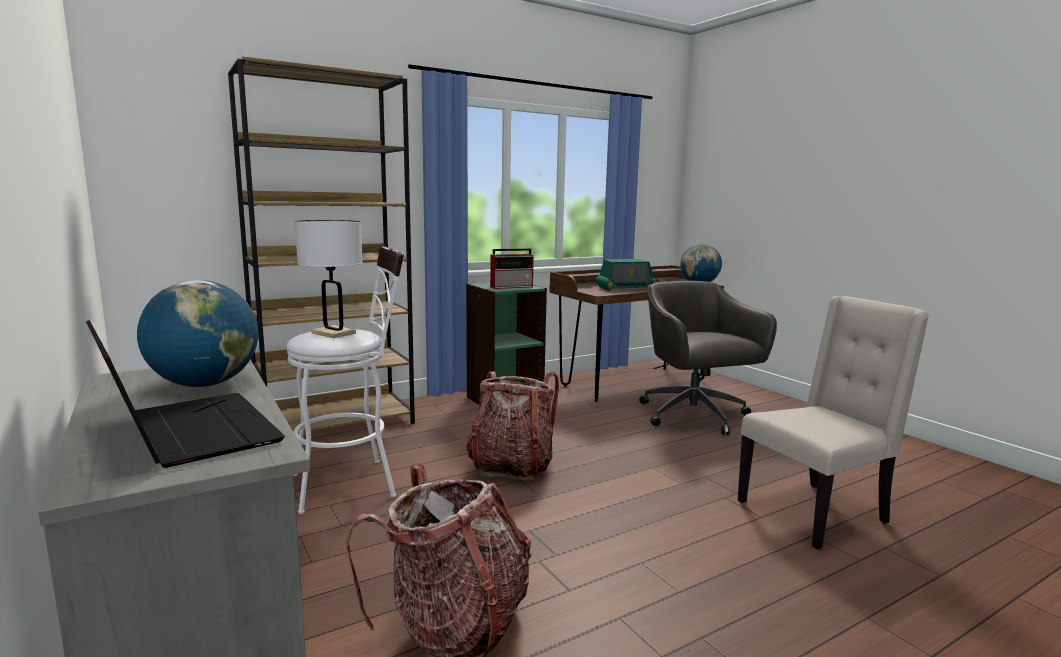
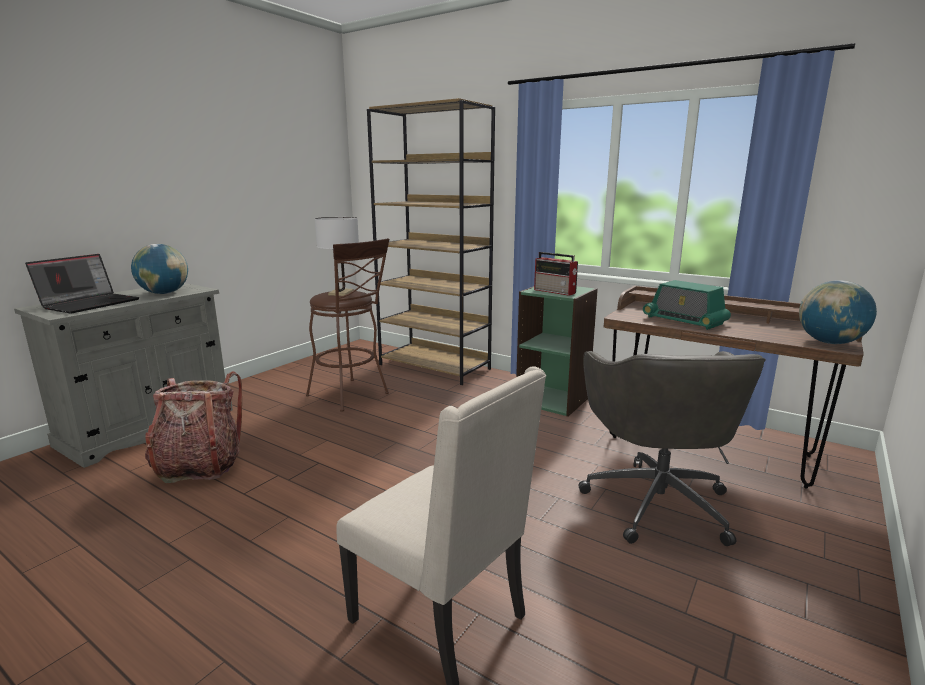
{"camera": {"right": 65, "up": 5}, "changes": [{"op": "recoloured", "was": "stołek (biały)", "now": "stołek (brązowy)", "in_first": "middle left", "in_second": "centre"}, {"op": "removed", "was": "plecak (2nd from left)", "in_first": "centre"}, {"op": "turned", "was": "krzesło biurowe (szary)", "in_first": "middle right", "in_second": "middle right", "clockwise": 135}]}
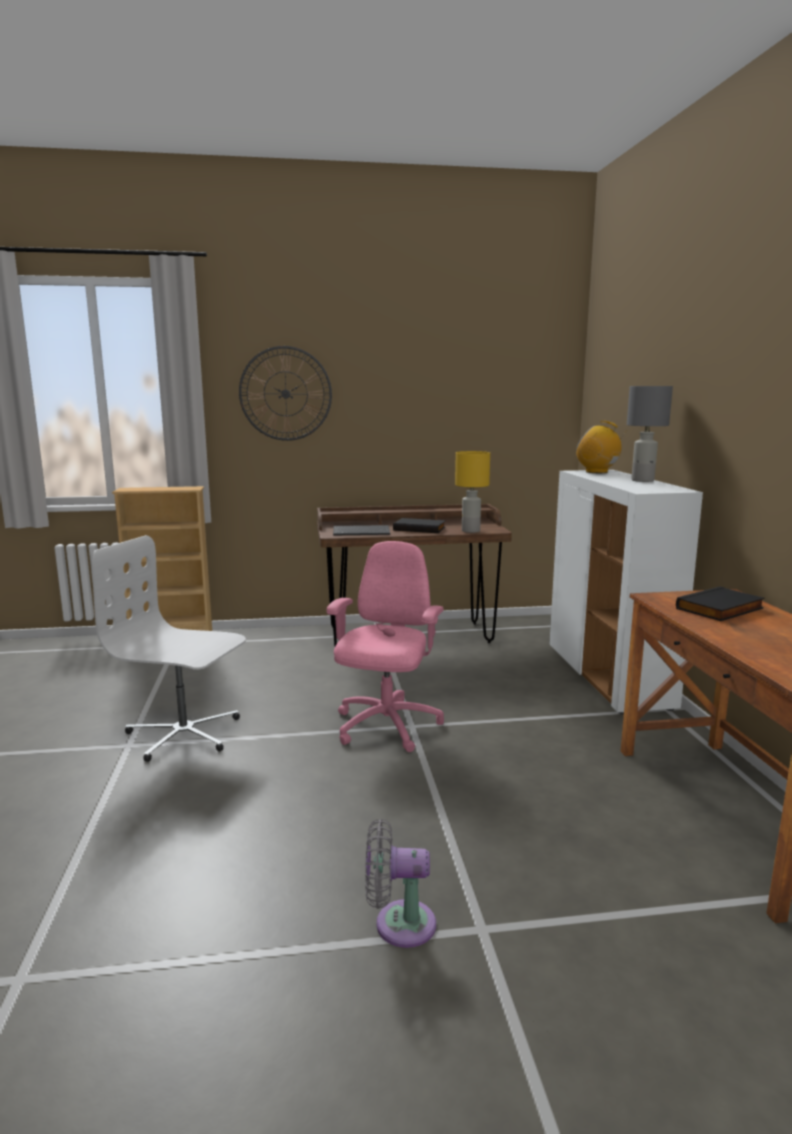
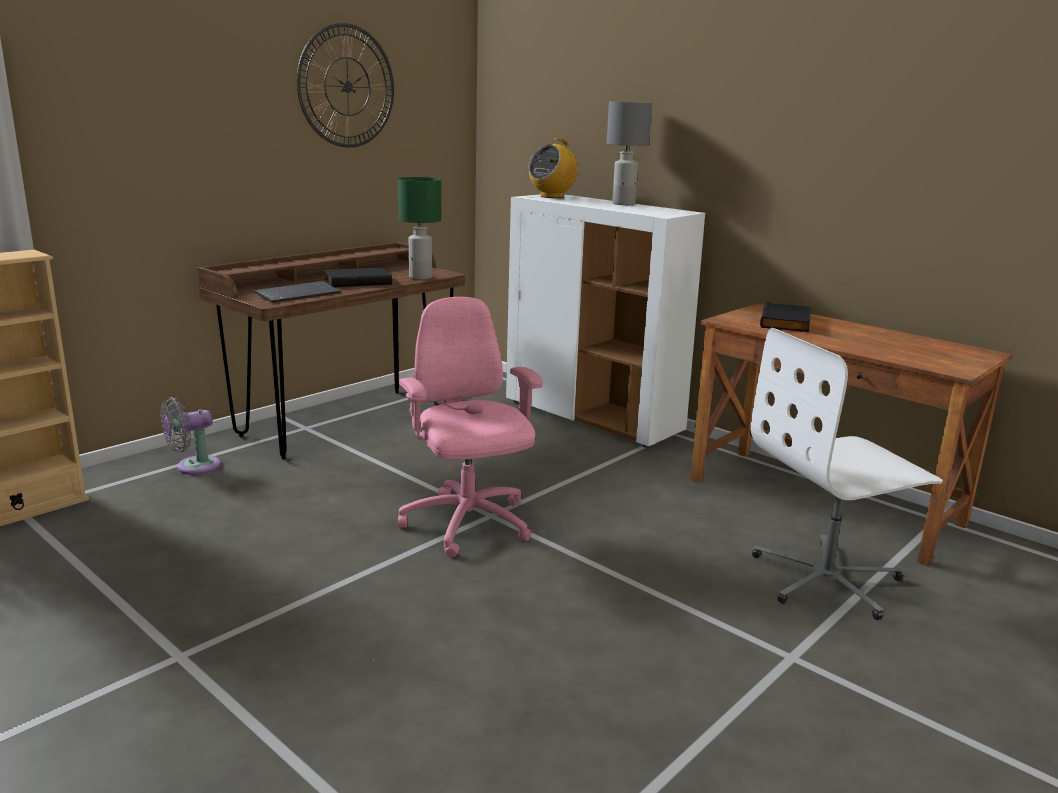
{"camera": {"right": -40, "up": 5}, "changes": [{"op": "moved", "was": "krzesło biurowe (biały)", "in_first": "middle left", "in_second": "middle right"}, {"op": "moved", "was": "zegar ścienny", "in_first": "centre", "in_second": "top left"}, {"op": "moved", "was": "wentylator (szary)", "in_first": "bottom centre", "in_second": "middle left"}, {"op": "recoloured", "was": "lampa stołowa (żółty)", "now": "lampa stołowa (zielony)", "in_first": "centre", "in_second": "top centre"}, {"op": "turned", "was": "radio", "in_first": "middle right", "in_second": "top centre", "clockwise": -45}]}
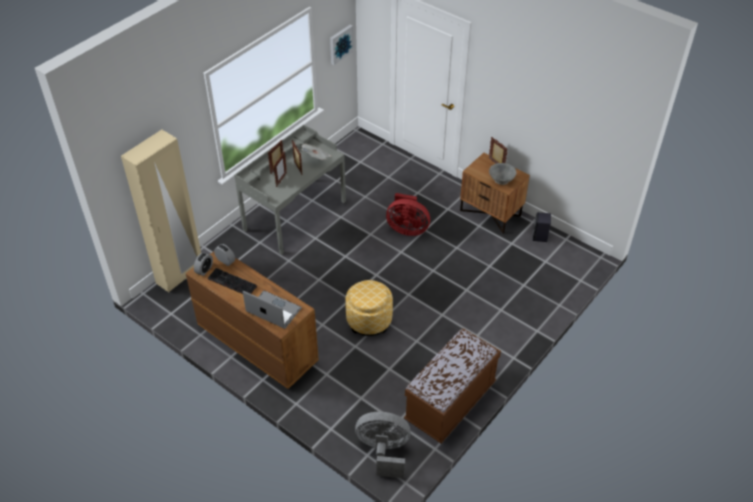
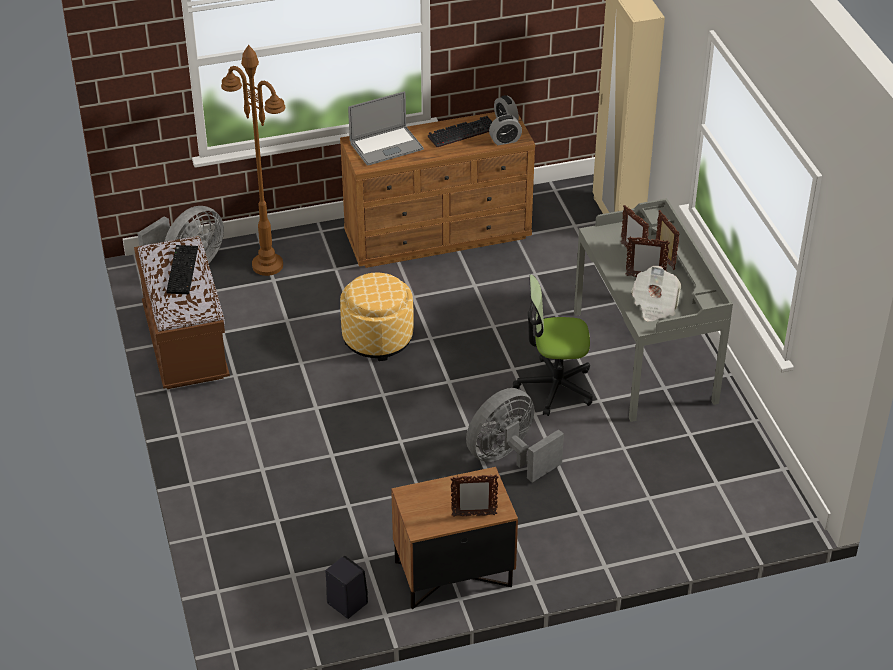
{"camera": {"right": 125, "up": -5}, "changes": [{"op": "removed", "was": "obraz", "in_first": "top centre"}, {"op": "recoloured", "was": "wentylator (czerwony)", "now": "wentylator (szary) (2nd from left)", "in_first": "centre", "in_second": "centre"}, {"op": "removed", "was": "miska (szary)", "in_first": "middle right"}, {"op": "added", "now": "klawiatura (1st from left)", "in_second": "middle left"}, {"op": "added", "now": "lampa stojąca (brązowy)", "in_second": "top left"}, {"op": "added", "now": "krzesło biurowe", "in_second": "centre"}]}
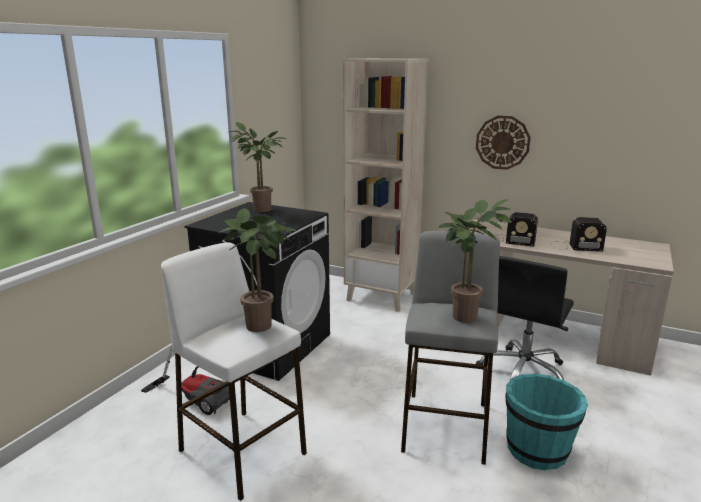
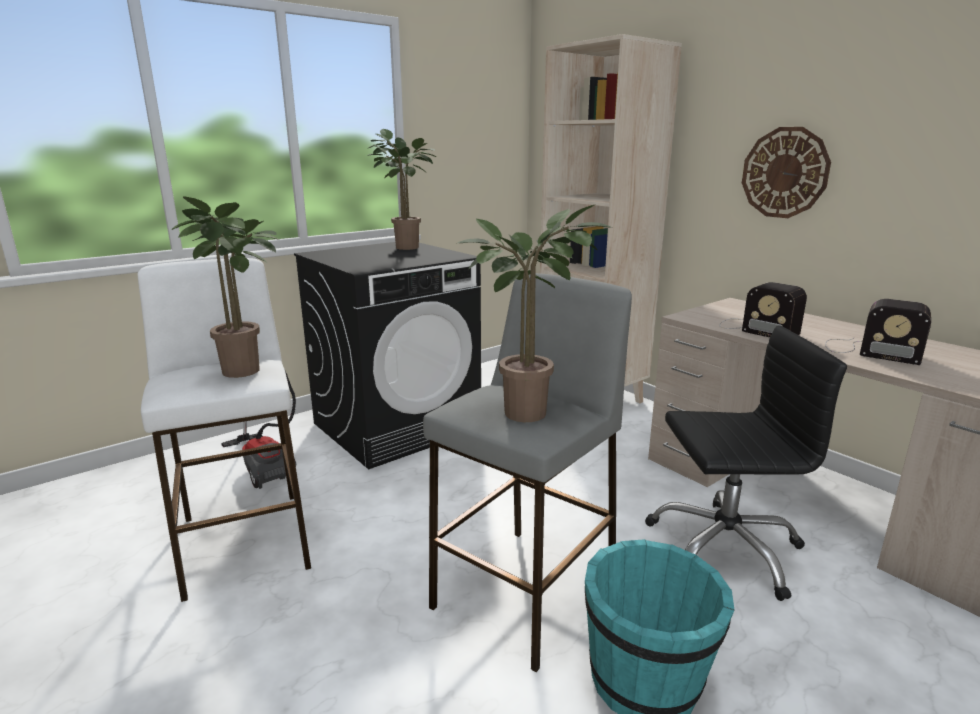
{"camera": {"right": 25, "up": 0}, "changes": [{"op": "turned", "was": "krzesło biurowe (czarny)", "in_first": "middle right", "in_second": "middle right", "clockwise": -150}]}
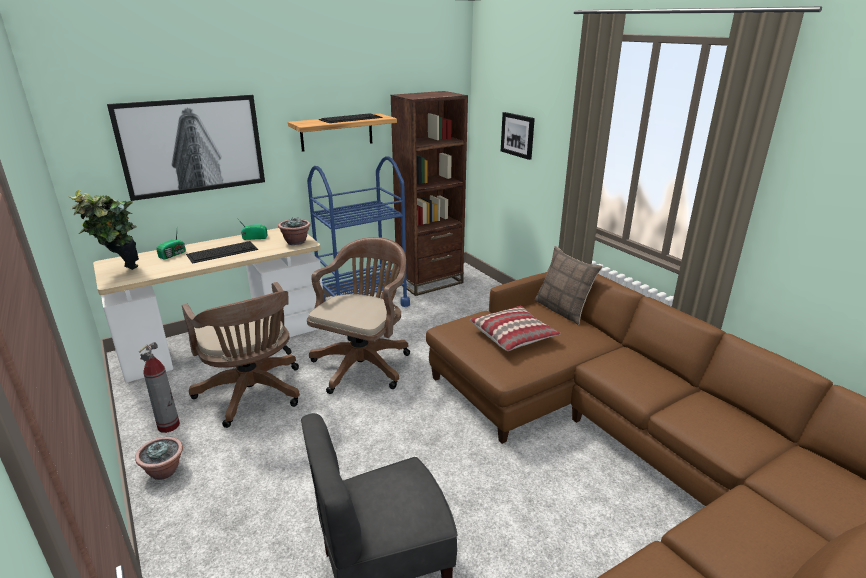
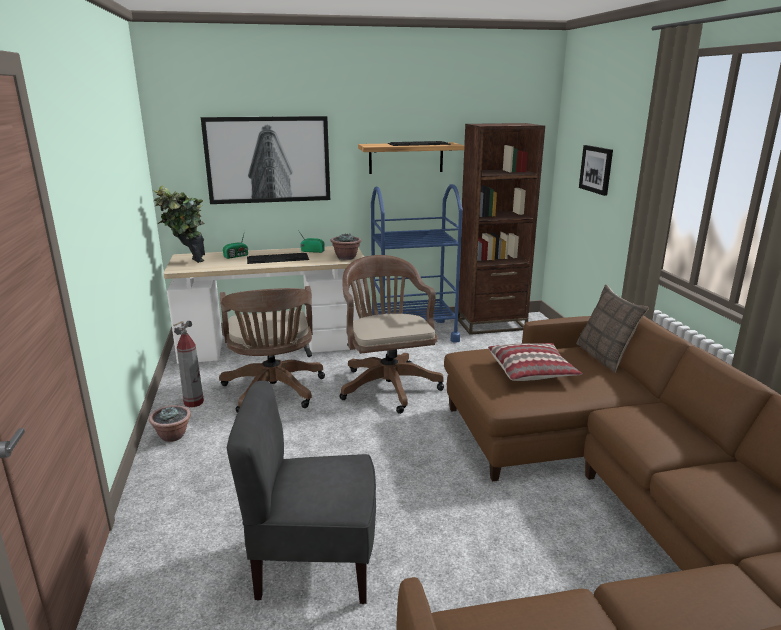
{"camera": {"right": 20, "up": -5}, "changes": [{"op": "turned", "was": "krzesło biurowe (brązowy) (2nd from left)", "in_first": "centre", "in_second": "centre", "clockwise": -60}]}
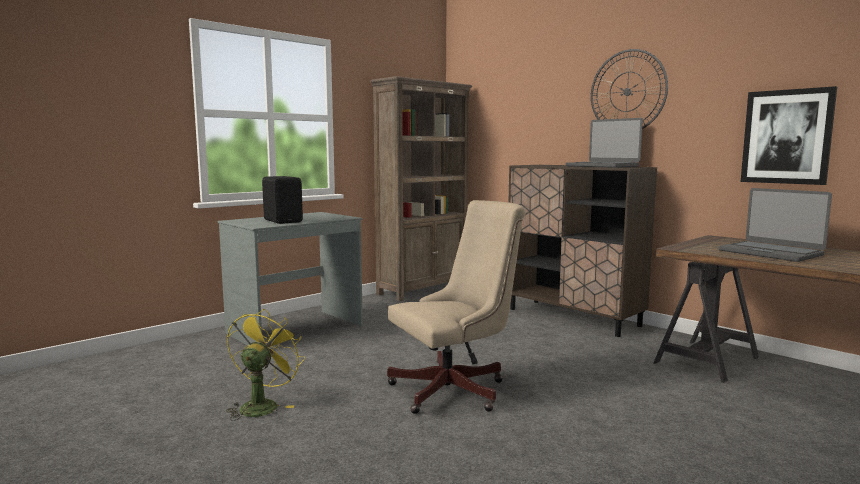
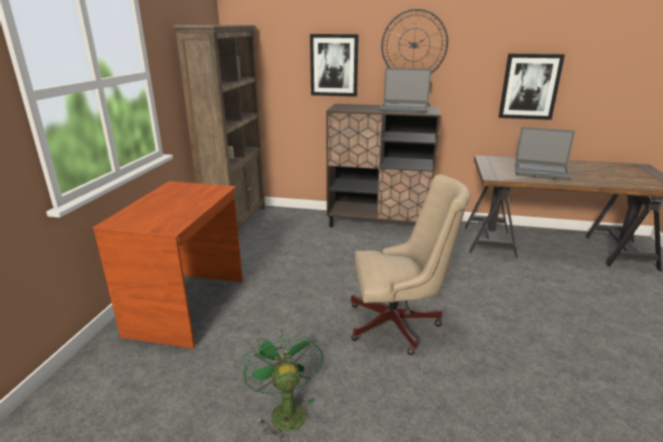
{"camera": {"right": -35, "up": 15}, "changes": [{"op": "recoloured", "was": "biurko (szary)", "now": "biurko (brązowy) (1st from left)", "in_first": "centre", "in_second": "middle left"}, {"op": "recoloured", "was": "wentylator (żółty)", "now": "wentylator (zielony)", "in_first": "bottom left", "in_second": "bottom centre"}, {"op": "removed", "was": "głośnik (czarny)", "in_first": "middle left"}, {"op": "turned", "was": "krzesło biurowe (beżowy)", "in_first": "centre", "in_second": "centre", "clockwise": 60}, {"op": "added", "now": "obraz (1st from left)", "in_second": "top centre"}]}
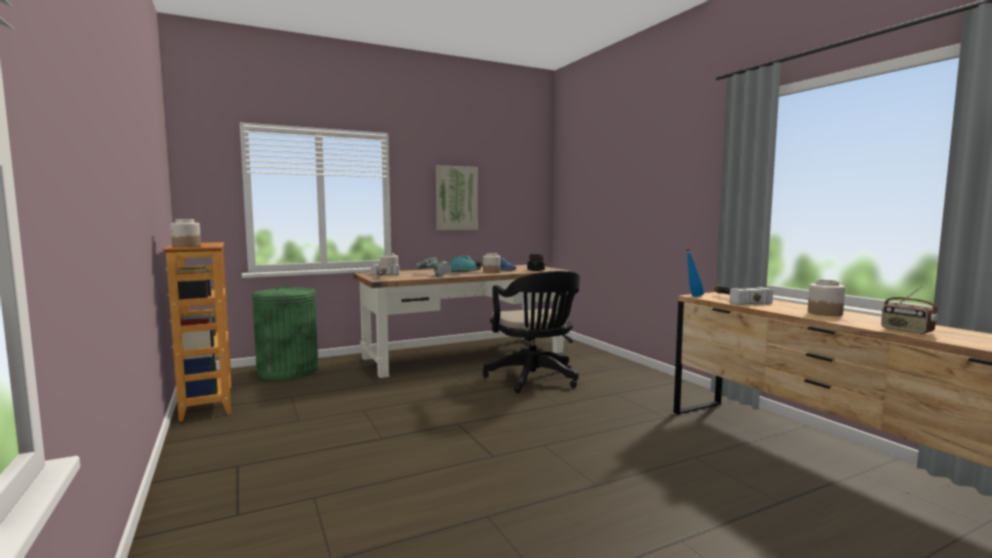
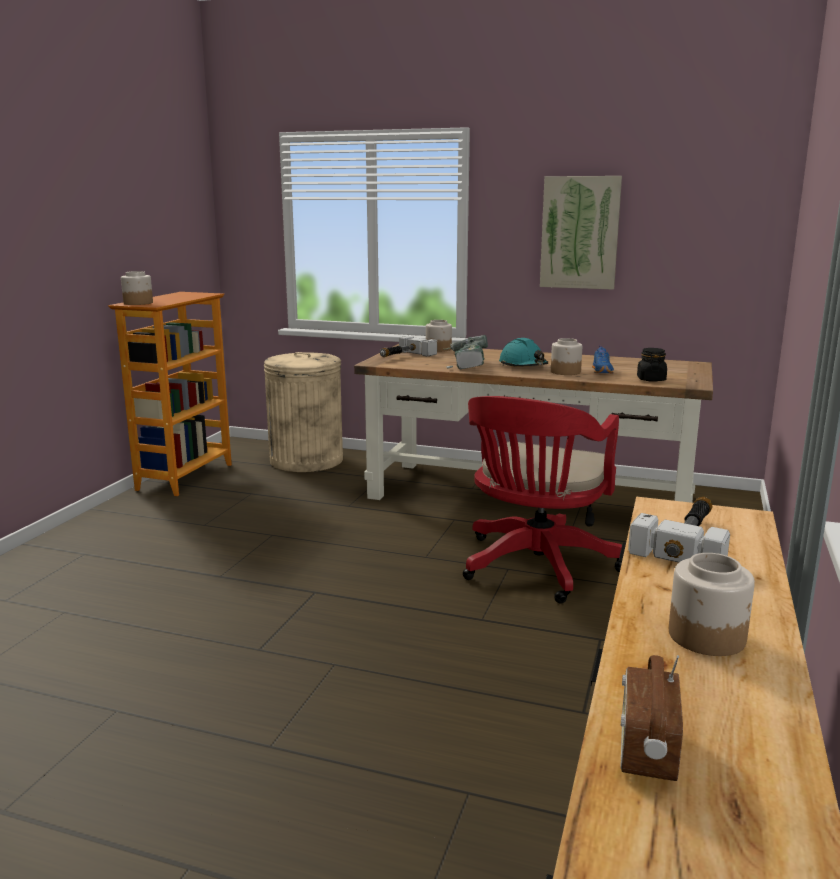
{"camera": {"right": 45, "up": 10}, "changes": [{"op": "recoloured", "was": "kosz na śmieci (zielony)", "now": "kosz na śmieci (beżowy)", "in_first": "middle left", "in_second": "centre"}, {"op": "recoloured", "was": "krzesło biurowe (czarny)", "now": "krzesło biurowe (czerwony)", "in_first": "centre", "in_second": "centre"}, {"op": "removed", "was": "butelka (niebieski)", "in_first": "middle right"}]}
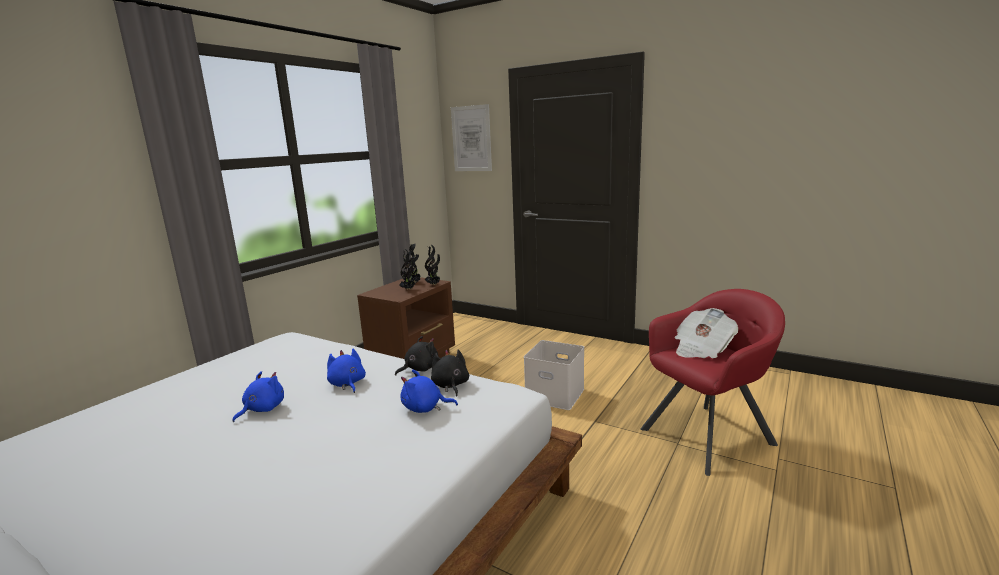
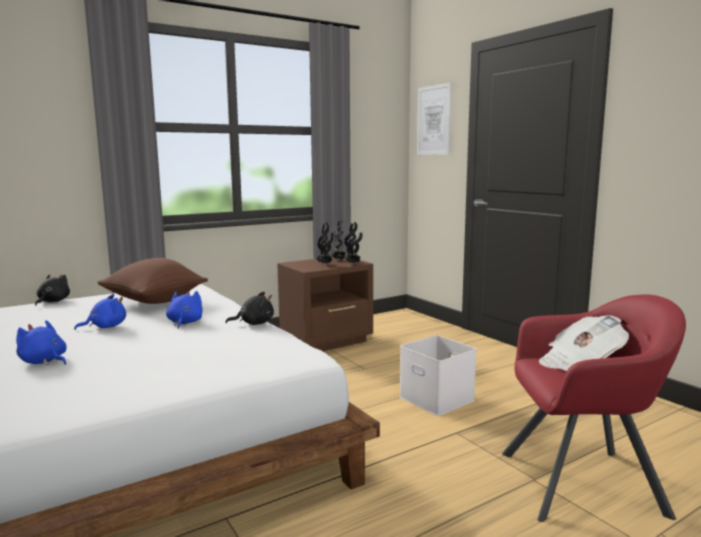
{"camera": {"right": 25, "up": -5}, "changes": [{"op": "moved", "was": "pluszak (niebieski) (3rd from left in the first image)", "now": "pluszak (niebieski) (1st from left)", "in_first": "bottom centre", "in_second": "middle left"}, {"op": "moved", "was": "pluszak (czarny) (2nd from left in the first image)", "now": "pluszak (czarny) (1st from left)", "in_first": "centre", "in_second": "middle left"}, {"op": "added", "now": "poduszka (brązowy)", "in_second": "middle left"}]}
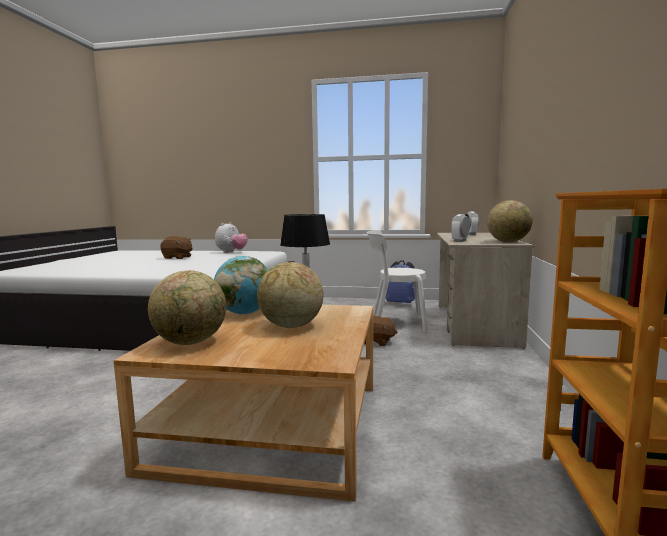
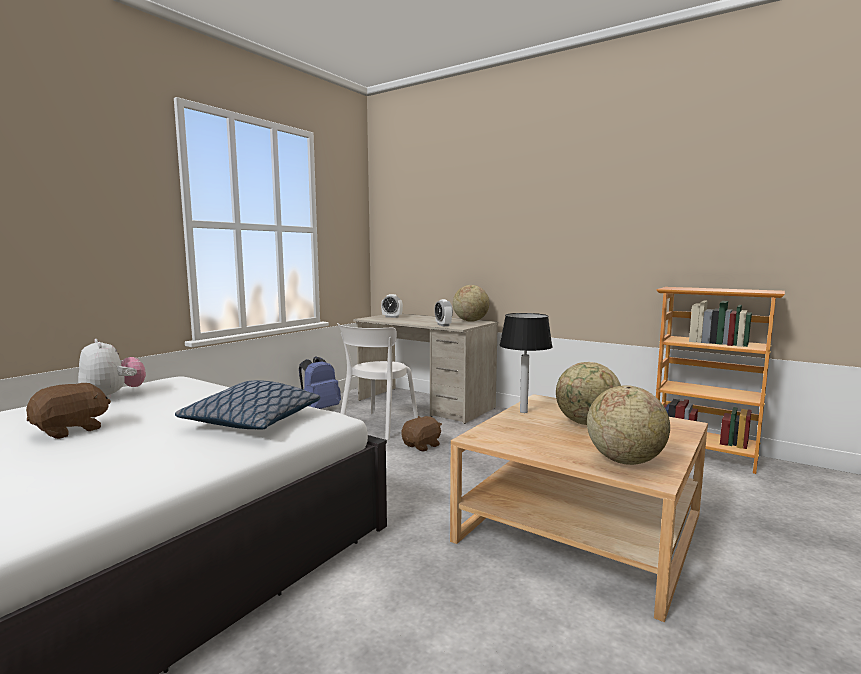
{"camera": {"right": -65, "up": 0}, "changes": [{"op": "removed", "was": "globus (2nd from left)", "in_first": "centre"}, {"op": "added", "now": "poduszka", "in_second": "middle left"}]}
